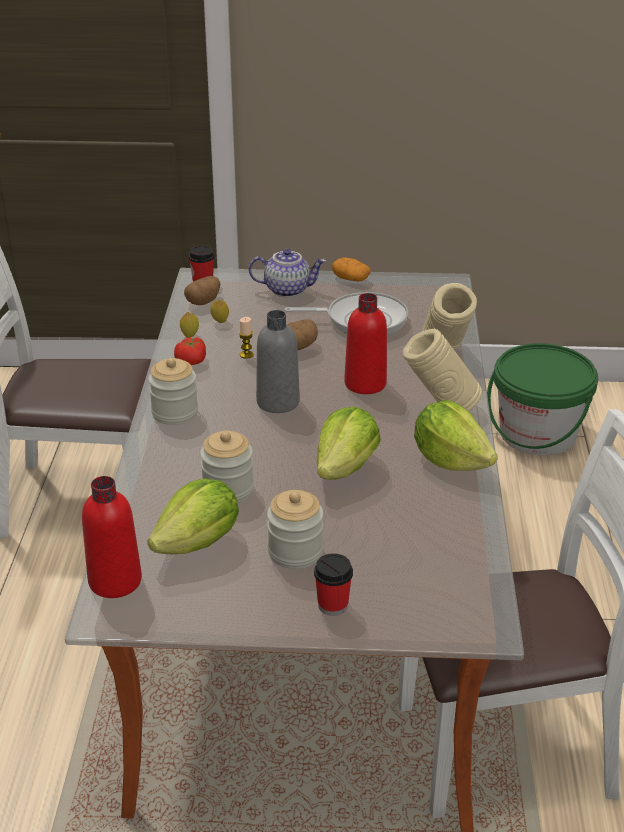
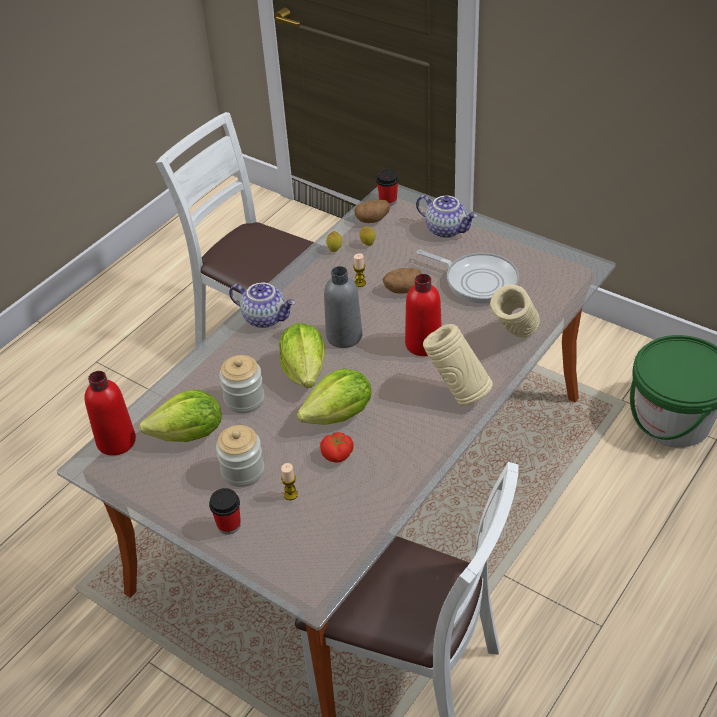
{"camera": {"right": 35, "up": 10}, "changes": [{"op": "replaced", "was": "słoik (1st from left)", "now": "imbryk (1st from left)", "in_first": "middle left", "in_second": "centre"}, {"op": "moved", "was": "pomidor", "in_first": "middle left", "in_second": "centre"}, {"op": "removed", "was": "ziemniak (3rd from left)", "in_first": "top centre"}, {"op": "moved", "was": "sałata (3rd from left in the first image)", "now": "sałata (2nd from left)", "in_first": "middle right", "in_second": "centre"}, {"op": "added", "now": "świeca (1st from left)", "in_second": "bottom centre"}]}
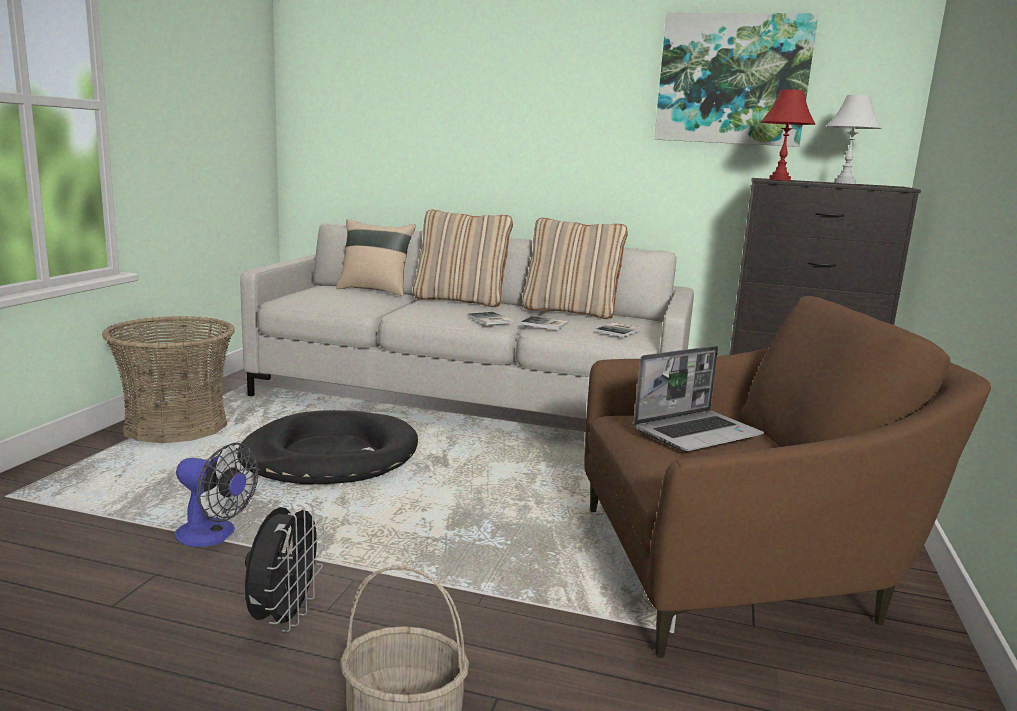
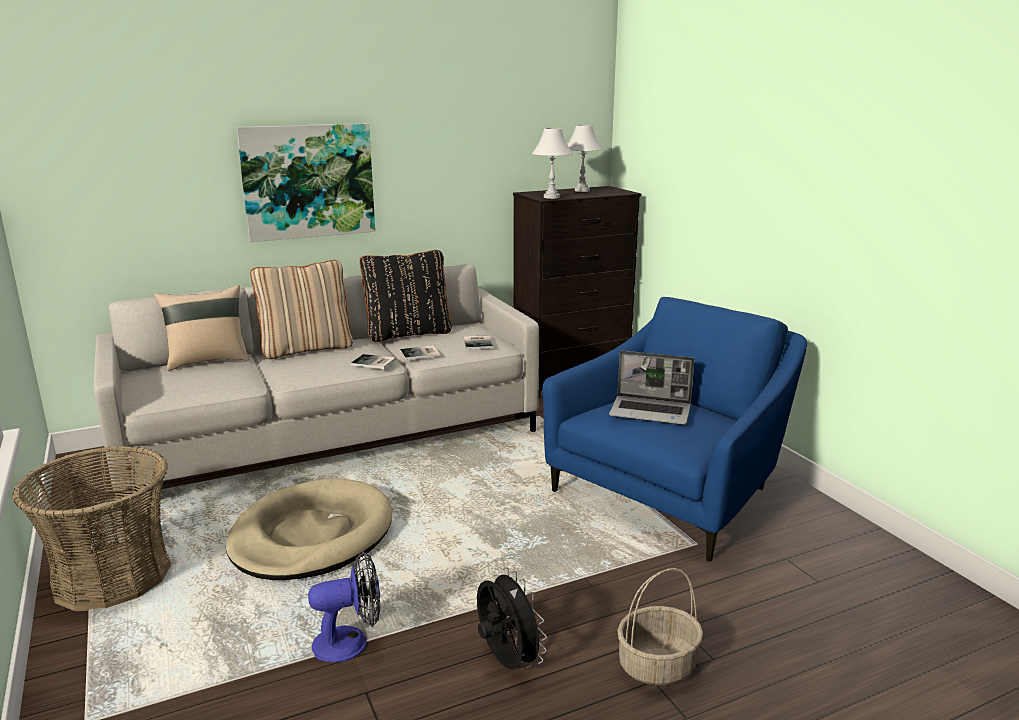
{"camera": {"right": -40, "up": 5}, "changes": [{"op": "recoloured", "was": "legowisko (czarny)", "now": "legowisko (beżowy)", "in_first": "middle left", "in_second": "bottom left"}, {"op": "recoloured", "was": "poduszka (beżowy) (3rd from left)", "now": "poduszka (czarny)", "in_first": "centre", "in_second": "centre"}, {"op": "recoloured", "was": "fotel (brązowy)", "now": "fotel (niebieski)", "in_first": "bottom right", "in_second": "centre"}, {"op": "turned", "was": "laptop", "in_first": "middle right", "in_second": "centre", "clockwise": 90}, {"op": "moved", "was": "obraz", "in_first": "top right", "in_second": "top left"}, {"op": "recoloured", "was": "lampa stołowa (czerwony)", "now": "lampa stołowa (biały) (1st from left)", "in_first": "top right", "in_second": "top centre"}]}
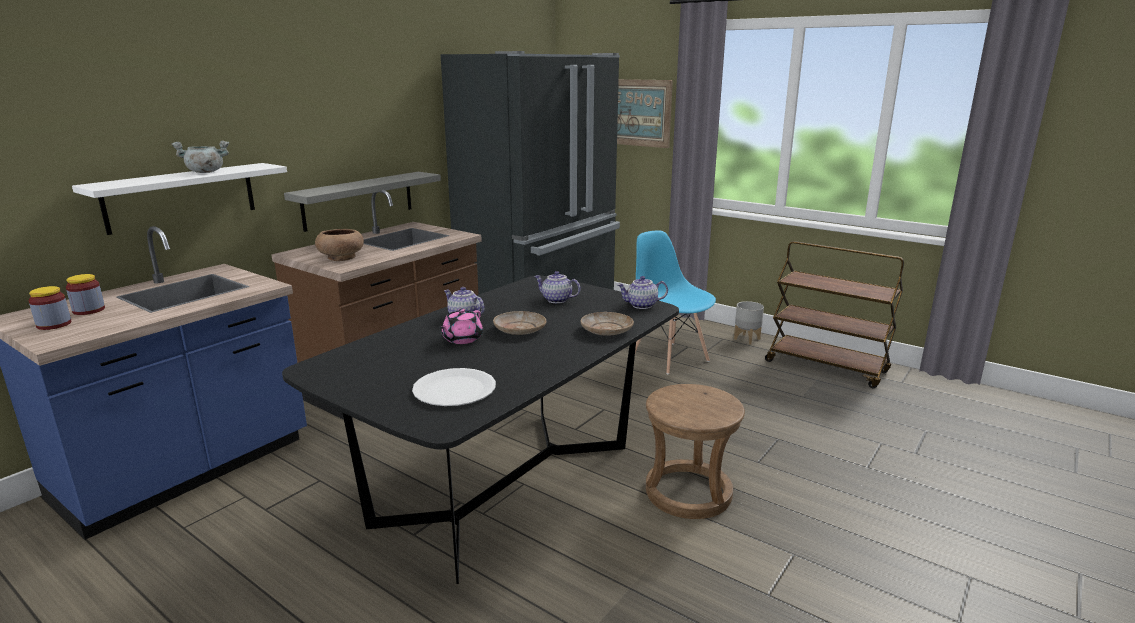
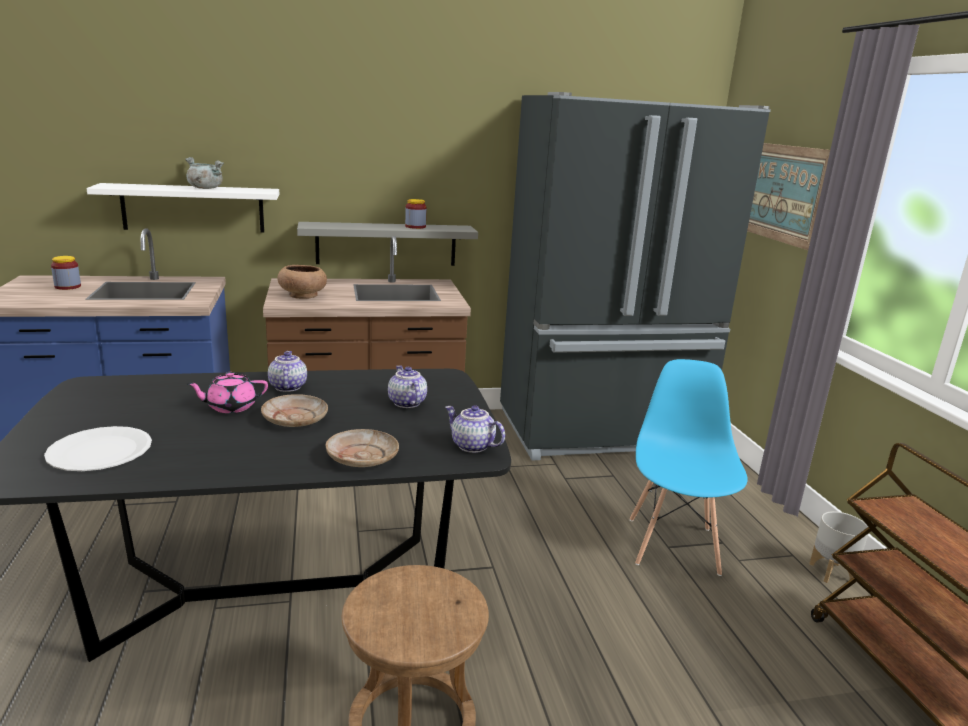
{"camera": {"right": 40, "up": 0}, "changes": [{"op": "moved", "was": "słoik (1st from left in the first image)", "now": "słoik (2nd from left)", "in_first": "middle left", "in_second": "top centre"}]}
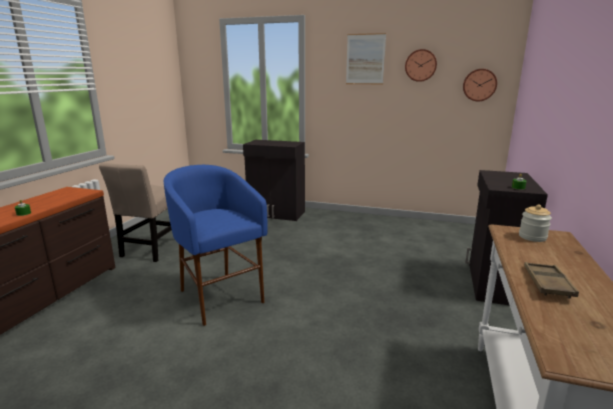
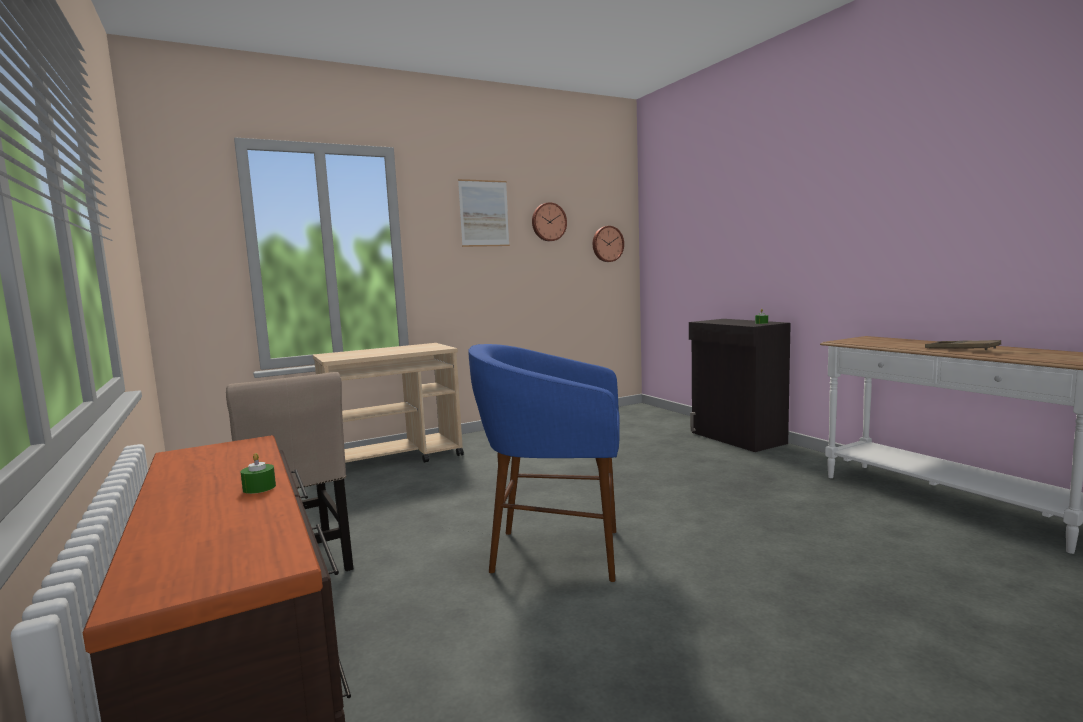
{"camera": {"right": -45, "up": -10}, "changes": [{"op": "replaced", "was": "szafka (czarny) (1st from left)", "now": "wózek (beżowy)", "in_first": "centre", "in_second": "centre"}, {"op": "removed", "was": "słoik", "in_first": "middle right"}]}
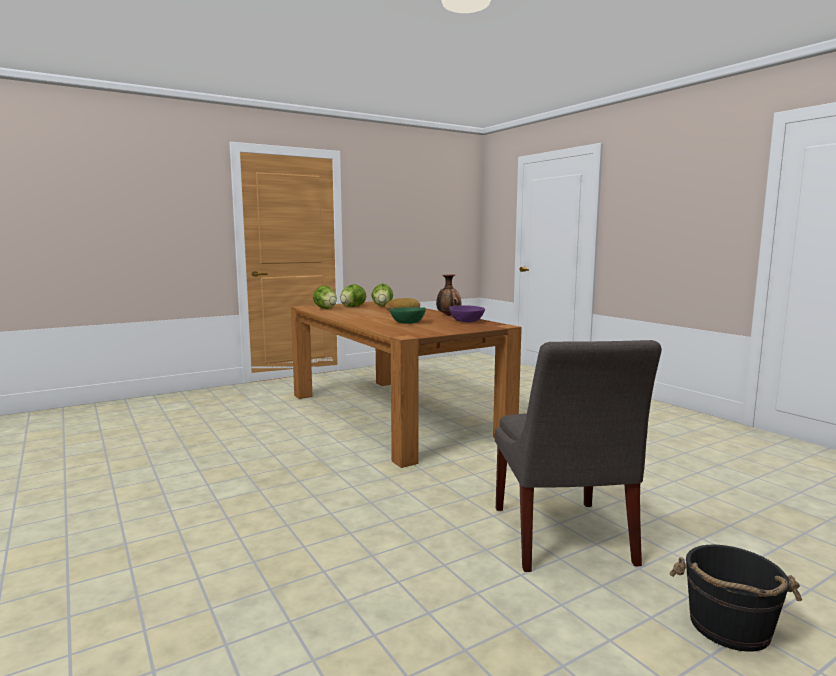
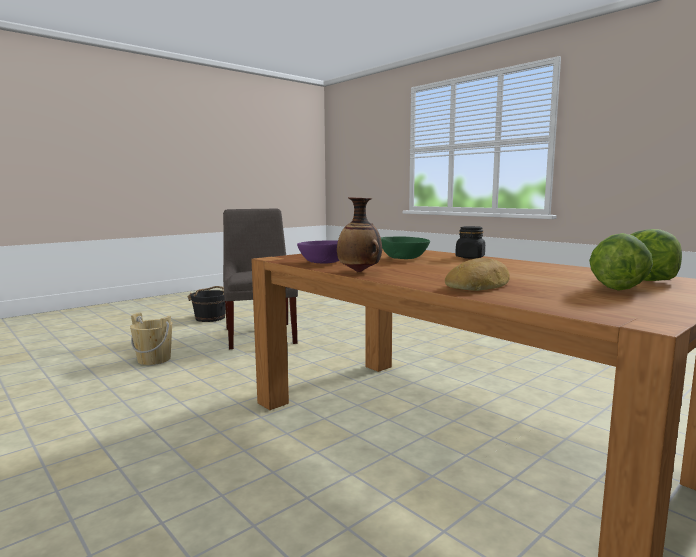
{"camera": {"right": 170, "up": 0}, "changes": [{"op": "removed", "was": "sałata (3rd from left)", "in_first": "centre"}, {"op": "added", "now": "wiadro (beżowy)", "in_second": "middle left"}, {"op": "added", "now": "słoik (czarny)", "in_second": "middle right"}]}
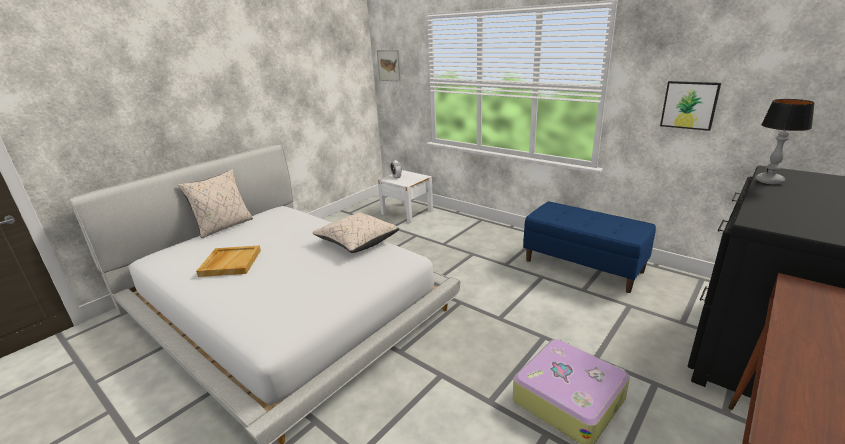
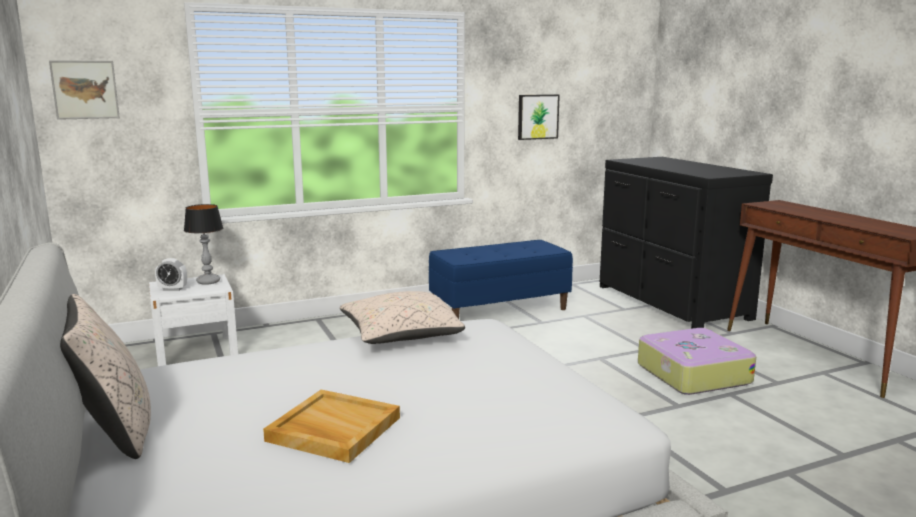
{"camera": {"right": -65, "up": -10}, "changes": [{"op": "moved", "was": "lampa stołowa", "in_first": "top right", "in_second": "middle left"}]}
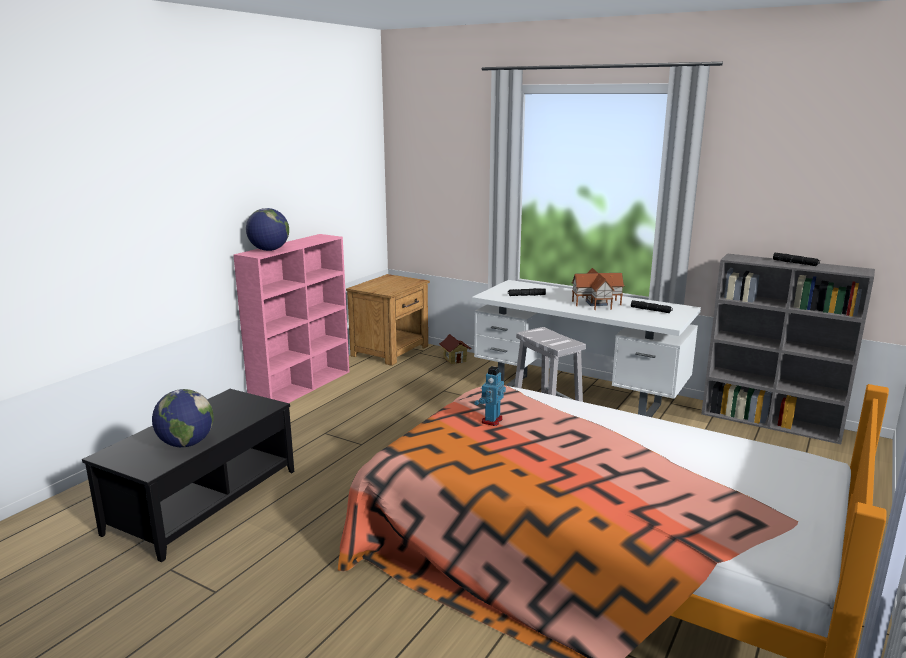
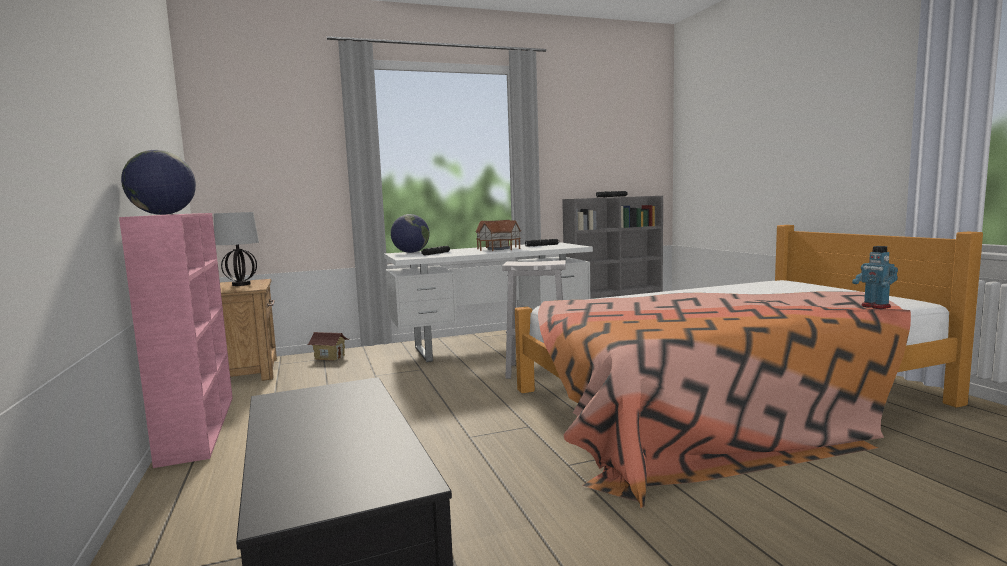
{"camera": {"right": -50, "up": -10}, "changes": [{"op": "moved", "was": "globus (1st from left in the first image)", "now": "globus (2nd from left)", "in_first": "middle left", "in_second": "centre"}, {"op": "moved", "was": "robot zabawkowy", "in_first": "centre", "in_second": "middle right"}, {"op": "added", "now": "lampa stołowa", "in_second": "middle left"}]}
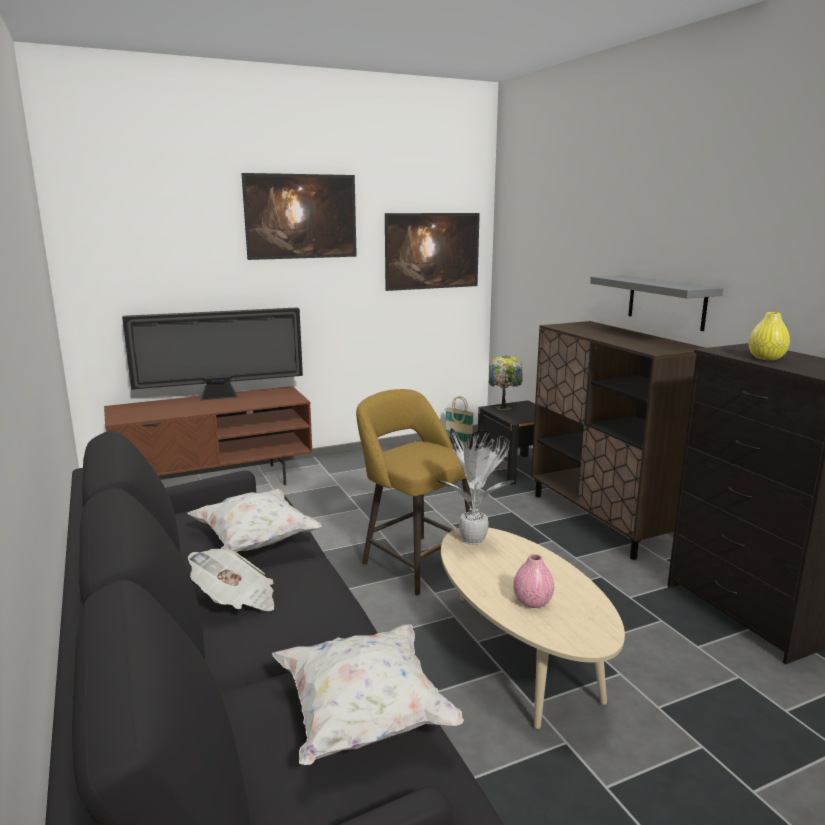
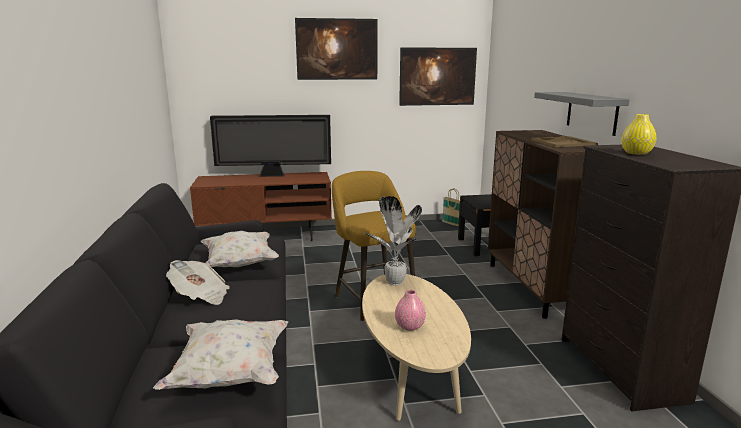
{"camera": {"right": 15, "up": 0}, "changes": [{"op": "removed", "was": "lampa stołowa", "in_first": "centre"}, {"op": "added", "now": "taca (beżowy)", "in_second": "top right"}]}
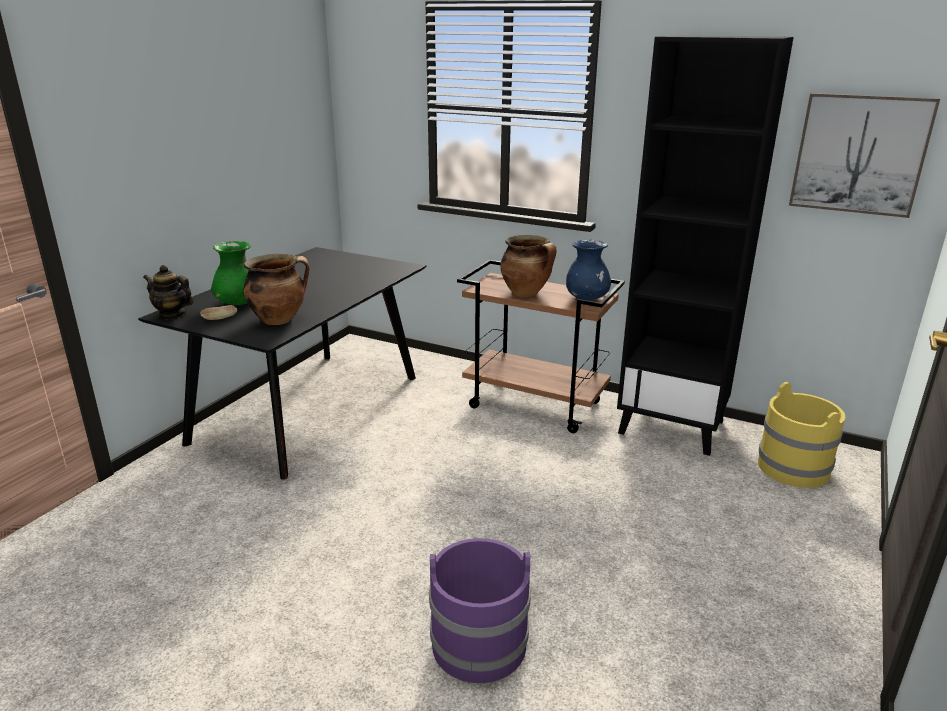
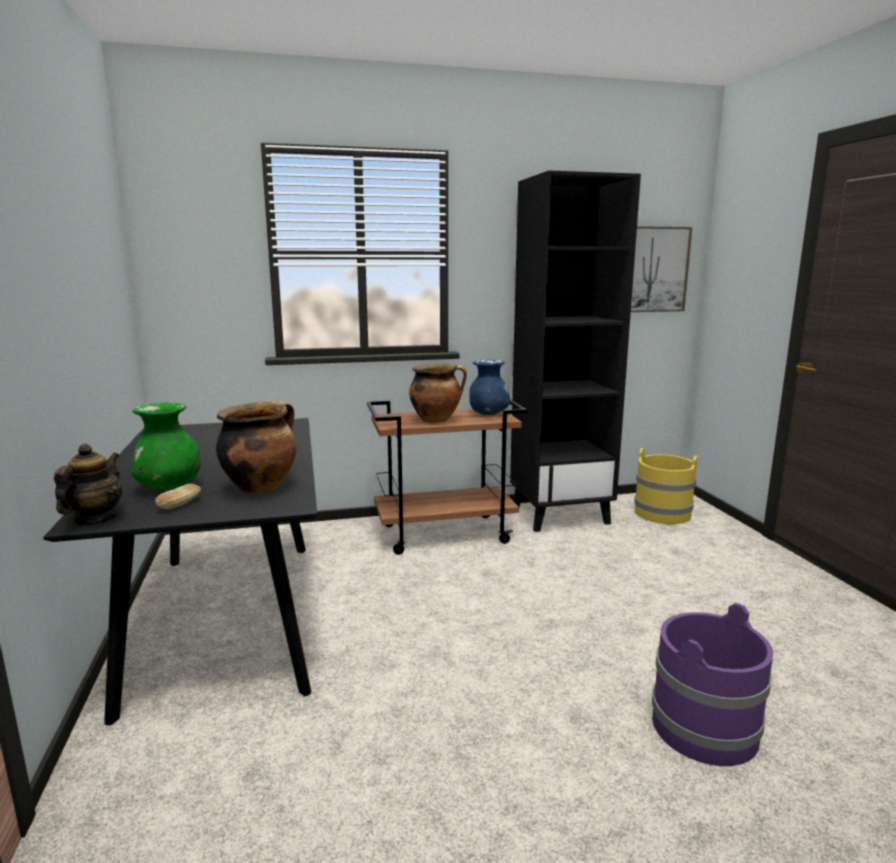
{"camera": {"right": -40, "up": -10}, "changes": [{"op": "turned", "was": "imbryk", "in_first": "middle left", "in_second": "middle left", "clockwise": 120}]}
